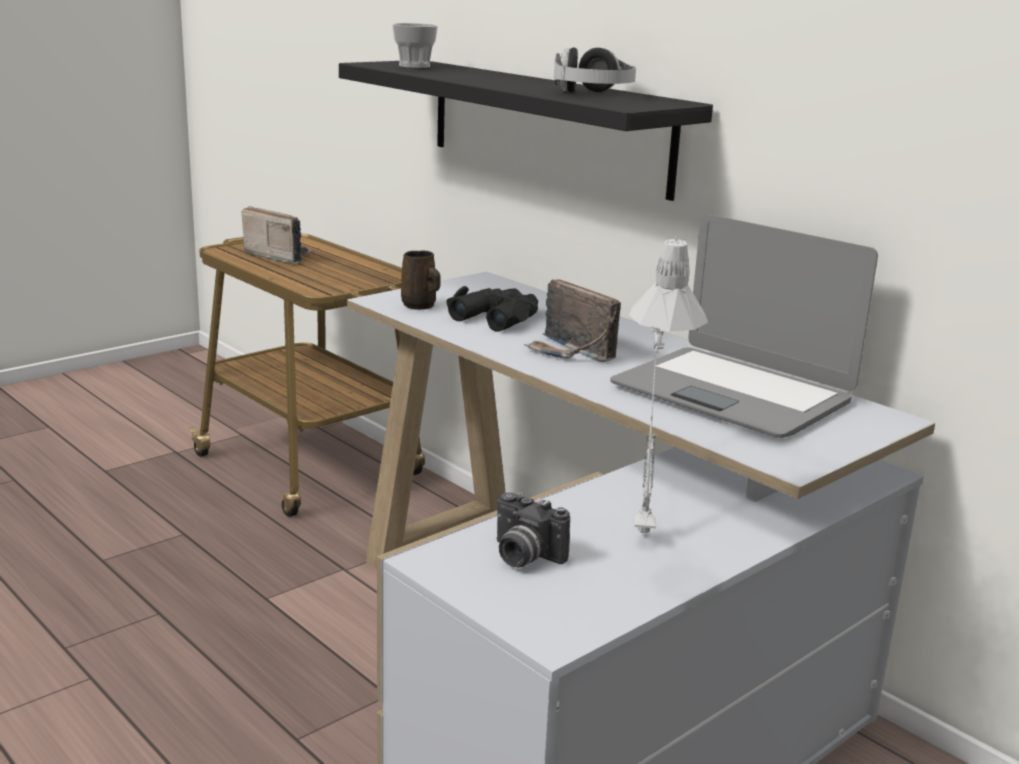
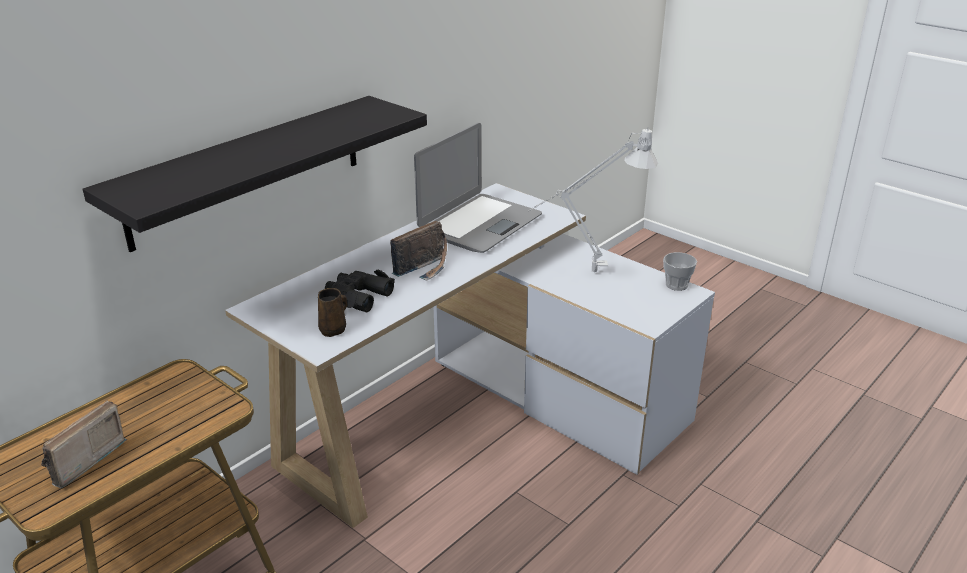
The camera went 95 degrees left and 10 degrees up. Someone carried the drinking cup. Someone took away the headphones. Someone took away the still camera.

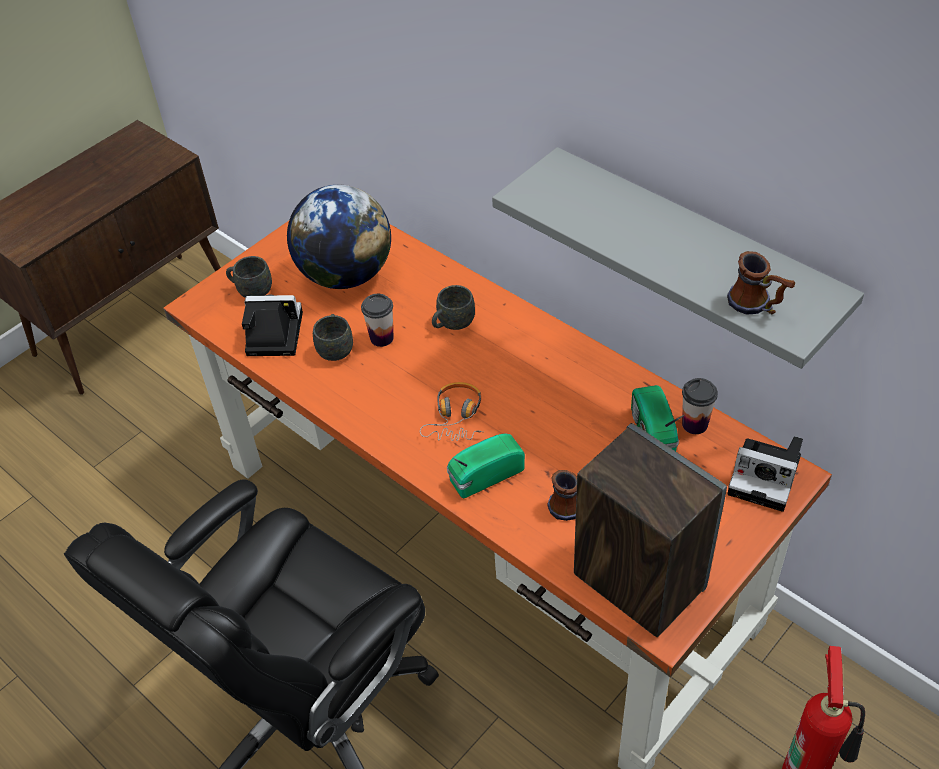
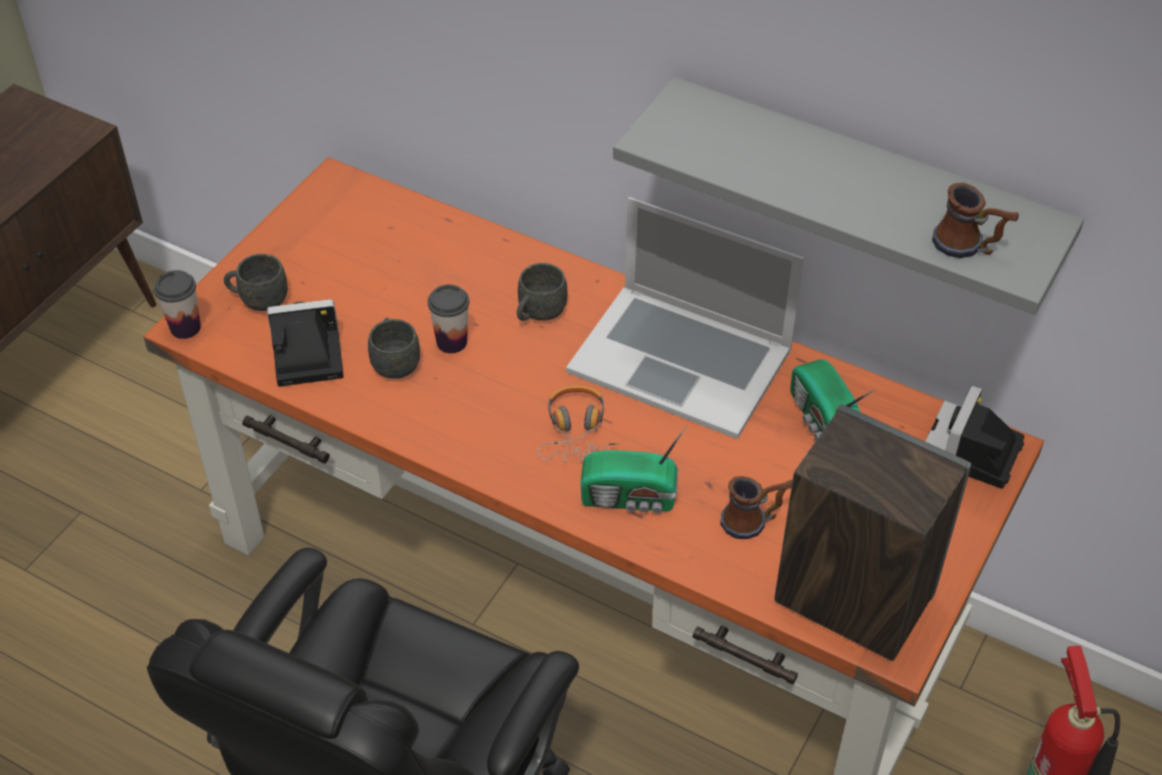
The camera went 15 degrees left and 0 degrees up. Someone took away the desk globe. Someone carried the drinking cup (2nd from left in the first image). Someone rotated the radio receiver (1st from left) by 135 degrees counterclockwise. Someone rotated the still camera (2nd from left) by 105 degrees clockwise. Someone put down the laptop.

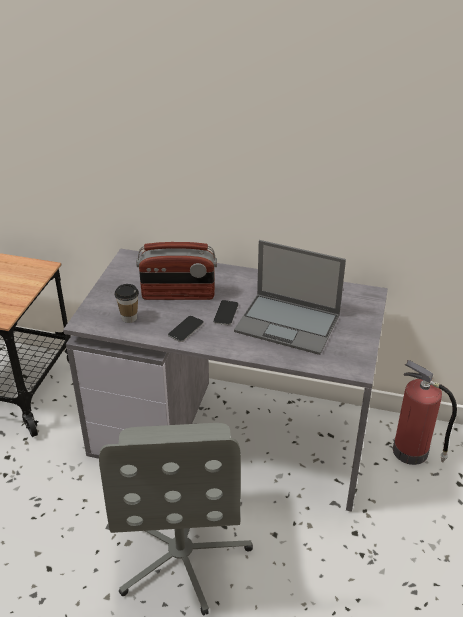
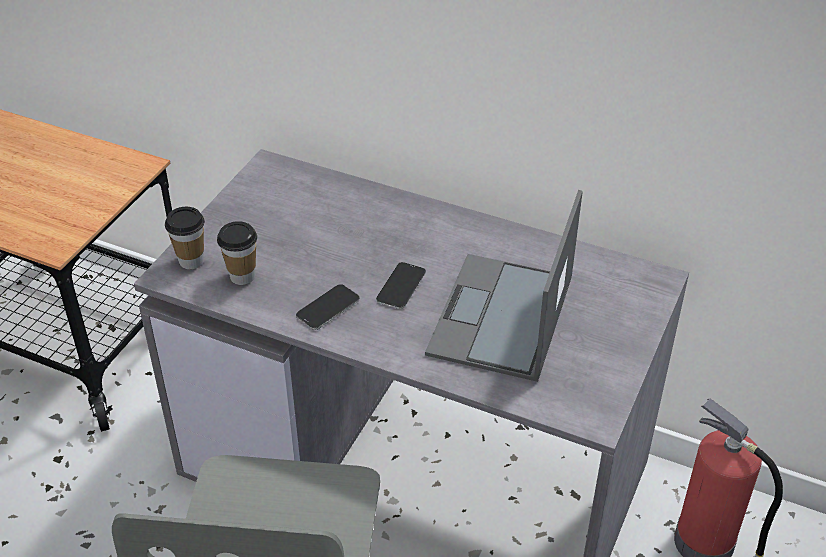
The camera went 10 degrees right and 5 degrees up. Someone rotated the laptop by 75 degrees clockwise. Someone took away the radio receiver. Someone put down the drinking cup (1st from left).

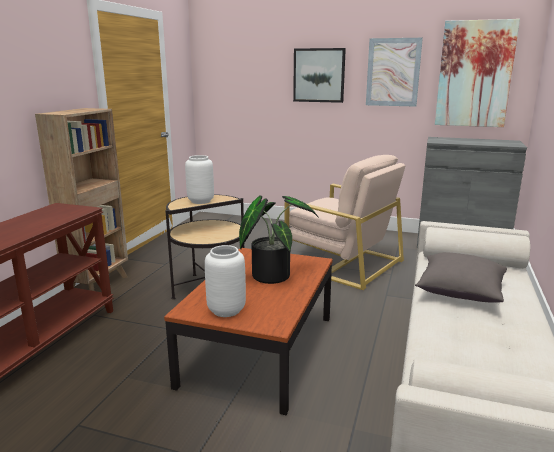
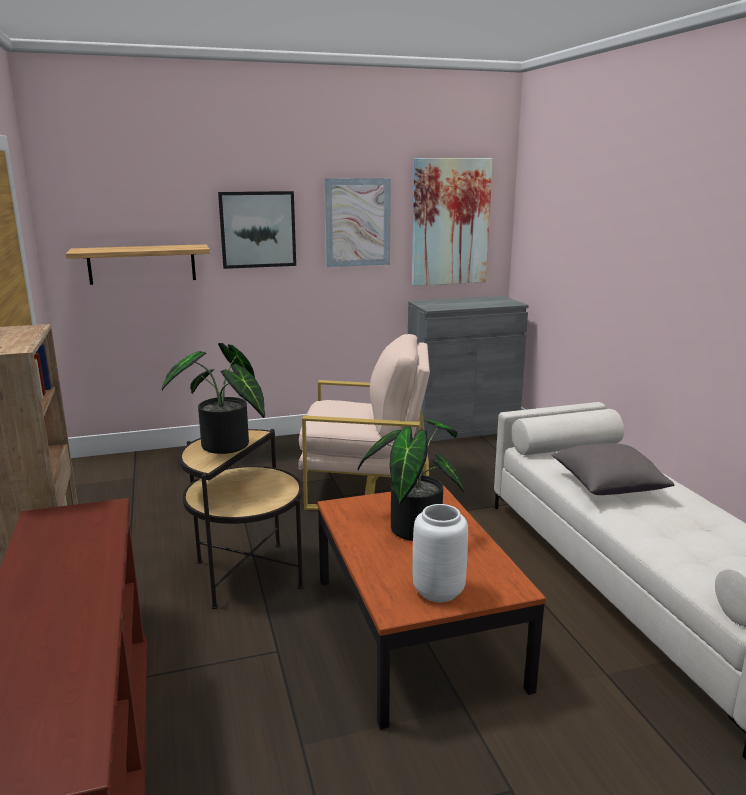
The camera went 35 degrees left and 0 degrees up. Someone swapped the decorative vase (white-coloured) (1st from left) for the potted plant (1st from left). Someone put up the shelf.

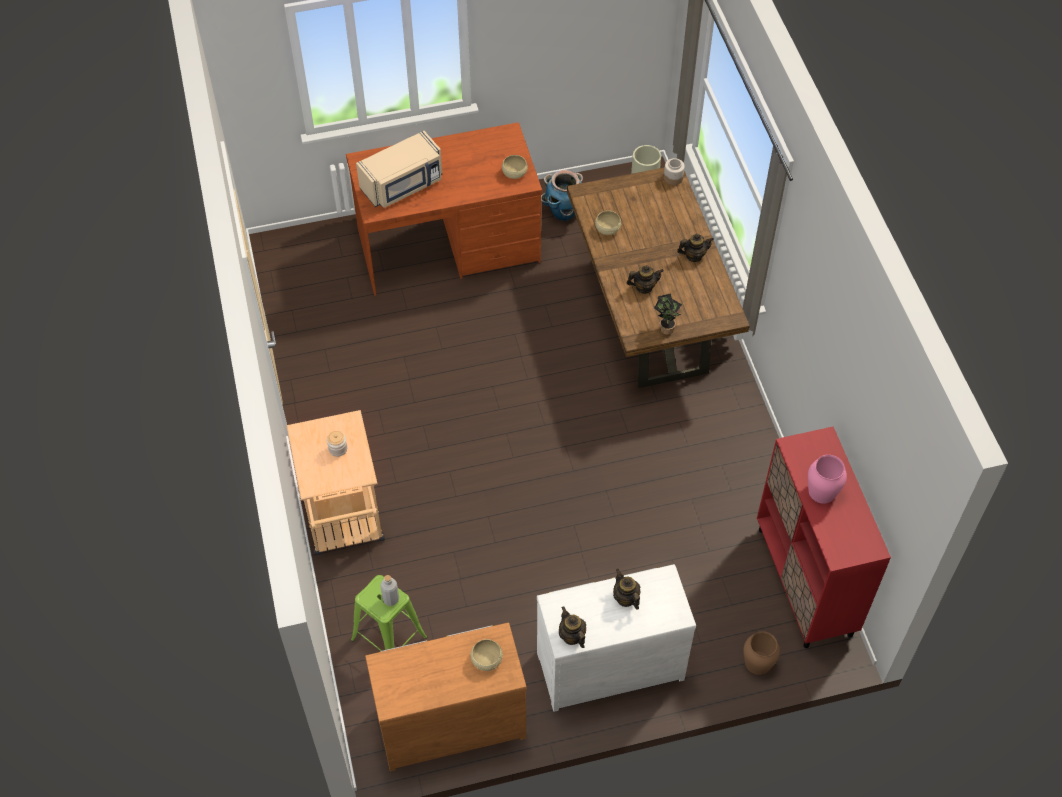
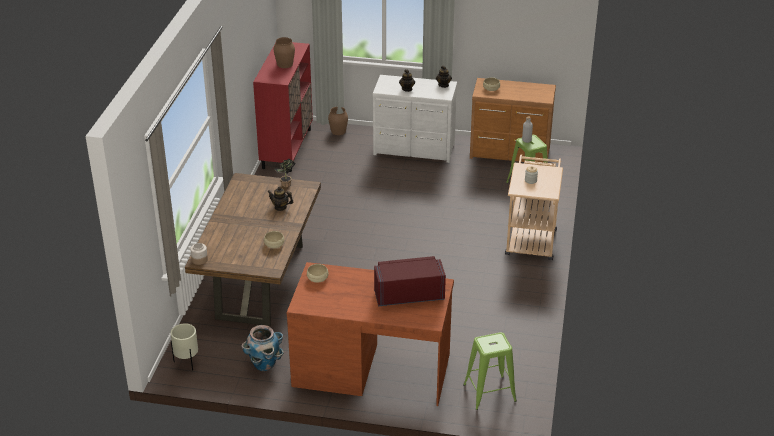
The camera went 155 degrees left and 20 degrees down. Someone repainted the microwave oven (beige), which became the microwave oven (red-coloured). Someone took away the teapot (4th from left). Someone repainted the decorative vase (pink), which became the decorative vase (brown-coloured) (1st from left). Someone put down the sitting stool (green-coloured) (1st from left).

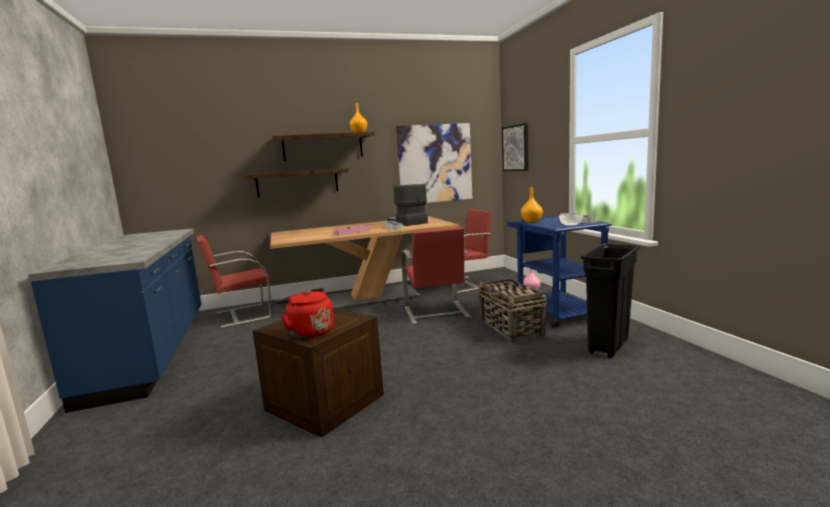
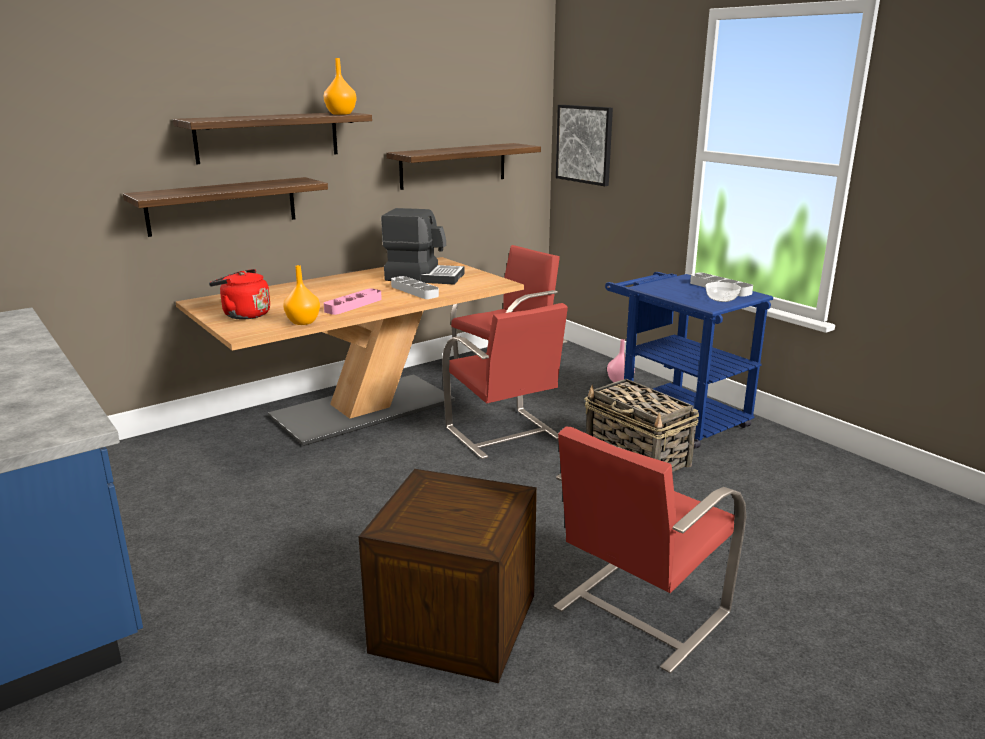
The camera went 20 degrees left and 10 degrees up. Someone swapped the picture (1st from left) for the shelf (3rd from left). Someone rotated the coffee maker by 150 degrees clockwise. Someone carried the decorative vase (orange) (2nd from left in the first image). Someone carried the upright chair (red-coloured) (1st from left in the first image). Someone took away the rubbish bin (black). Someone carried the tea kettle (red-coloured).

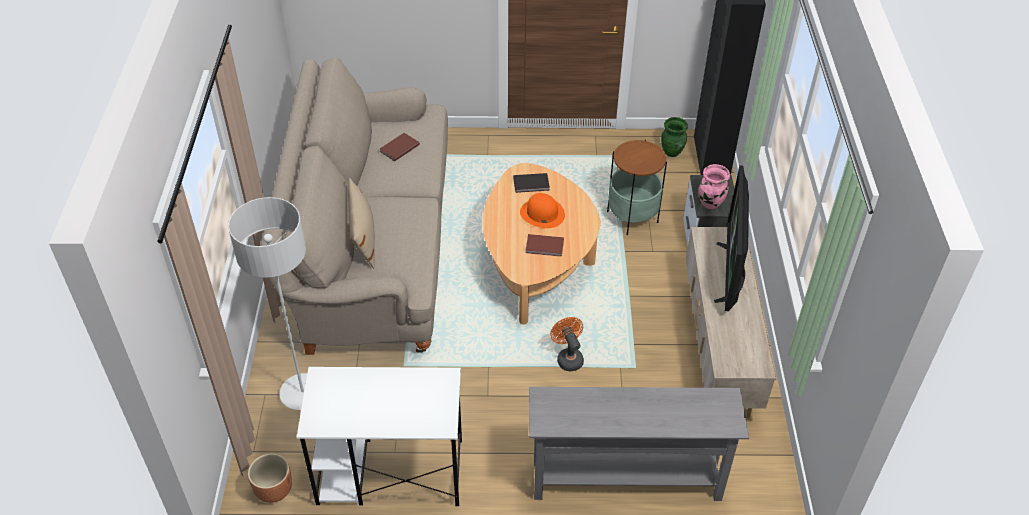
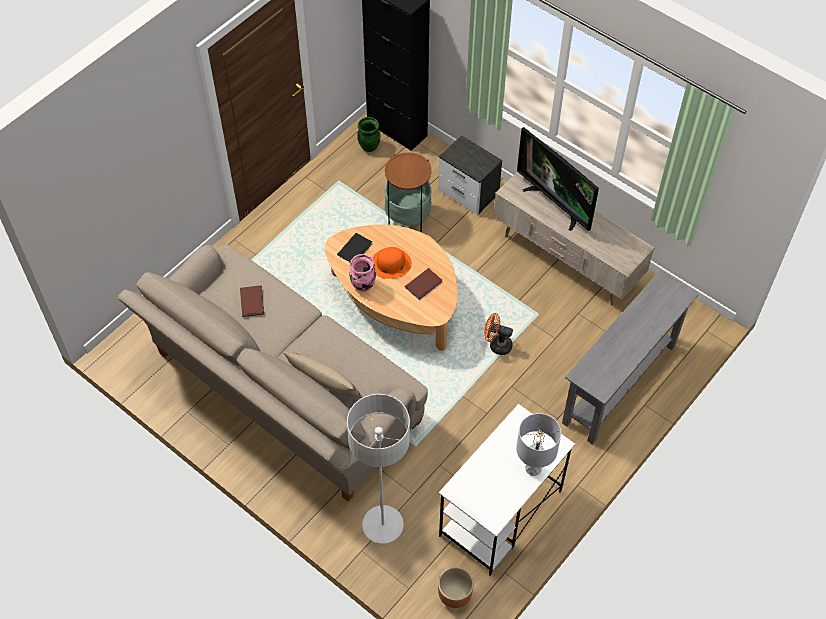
The camera went 50 degrees left and 10 degrees up. Someone carried the decorative vase (pink). Someone put down the tabletop lamp (grey).

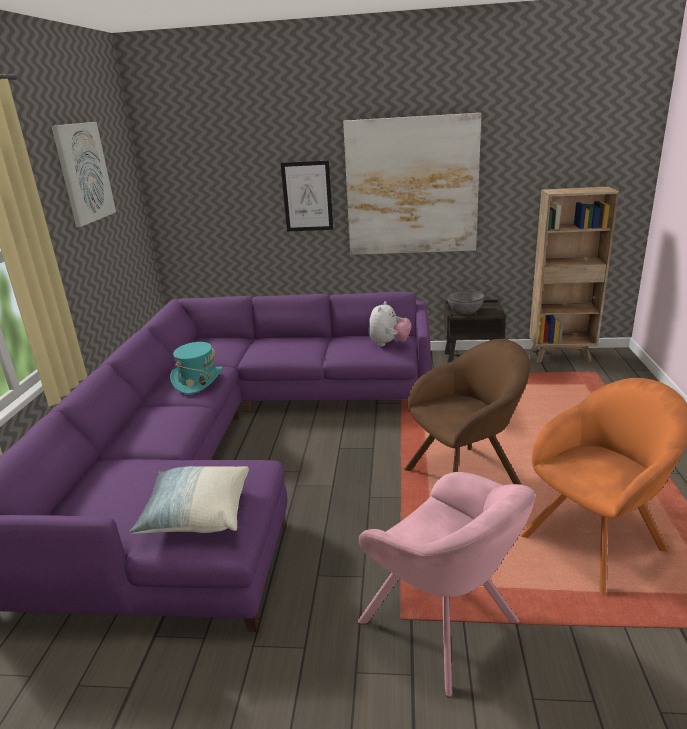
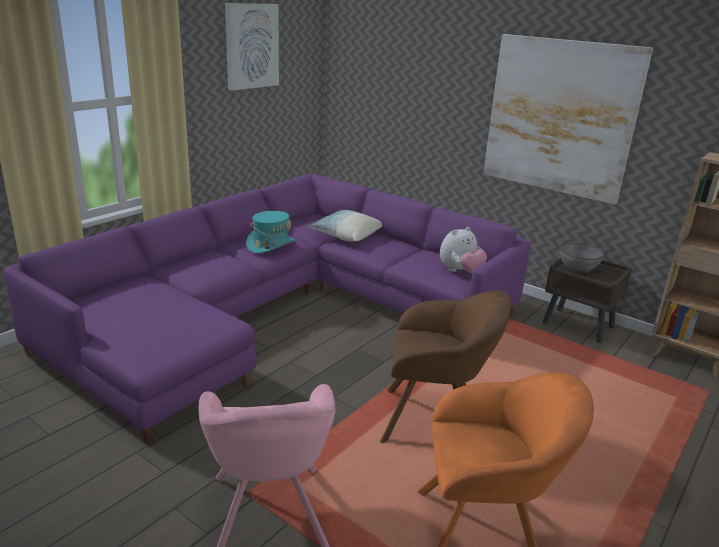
The camera went 30 degrees right and 0 degrees up. Someone took away the picture (2nd from left). Someone carried the pillow.

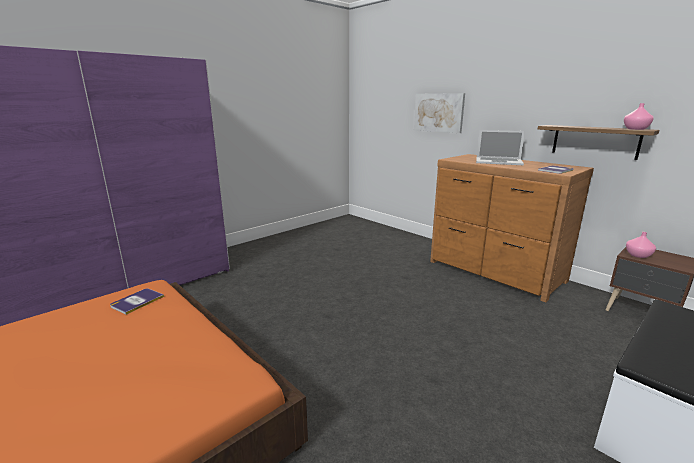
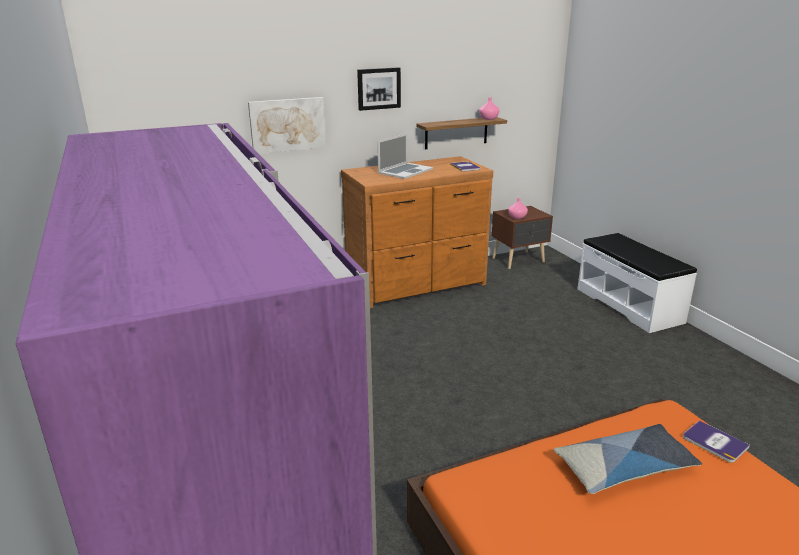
The camera went 70 degrees left and 5 degrees up. Someone carried the book (1st from left in the first image). Someone put up the picture (2nd from left). Someone put down the pillow.

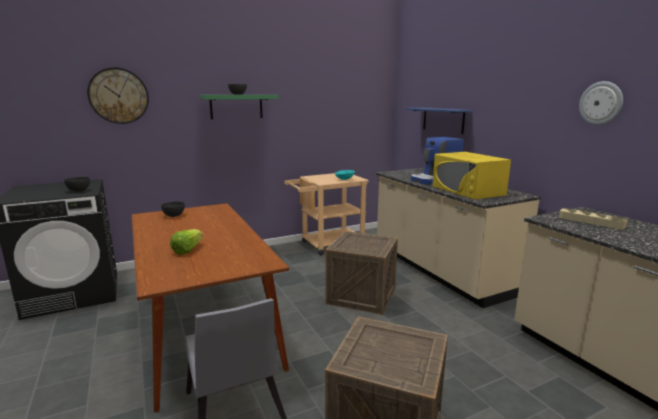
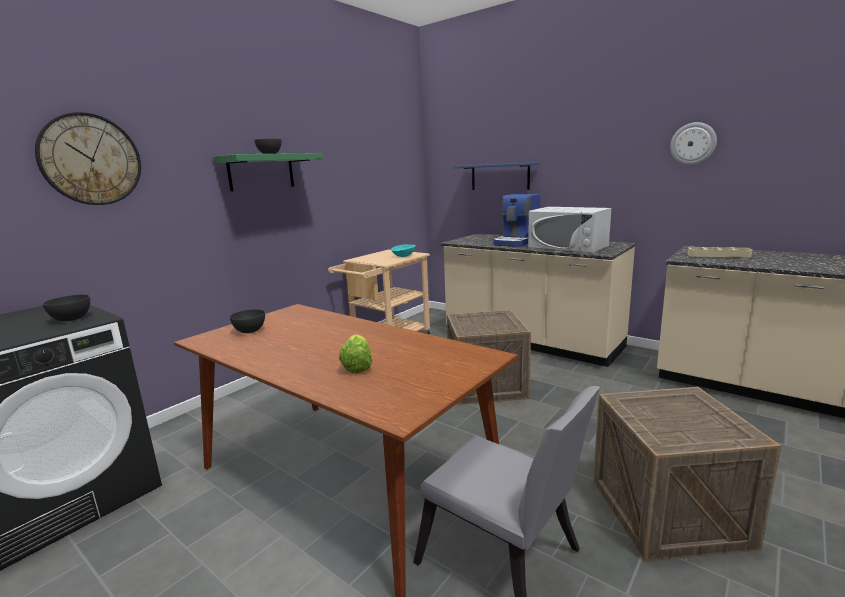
The camera went 25 degrees left and 0 degrees up. Someone repainted the microwave oven (yellow), which became the microwave oven (white-coloured).

